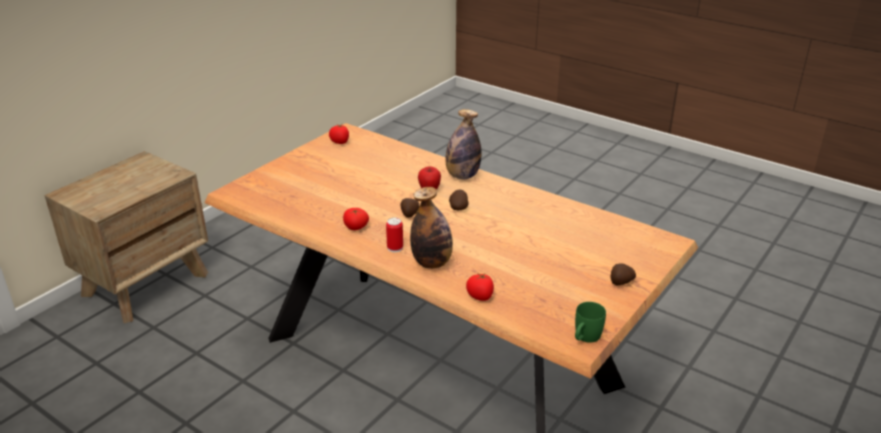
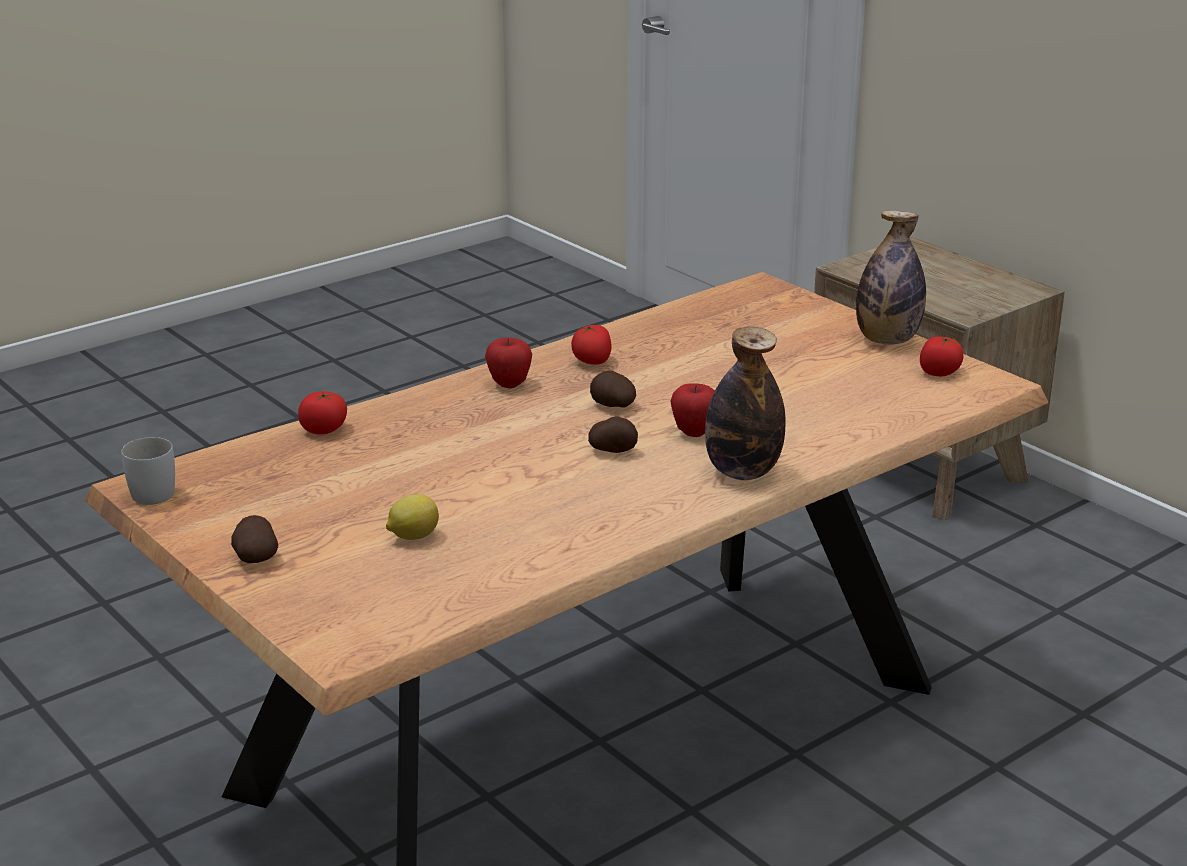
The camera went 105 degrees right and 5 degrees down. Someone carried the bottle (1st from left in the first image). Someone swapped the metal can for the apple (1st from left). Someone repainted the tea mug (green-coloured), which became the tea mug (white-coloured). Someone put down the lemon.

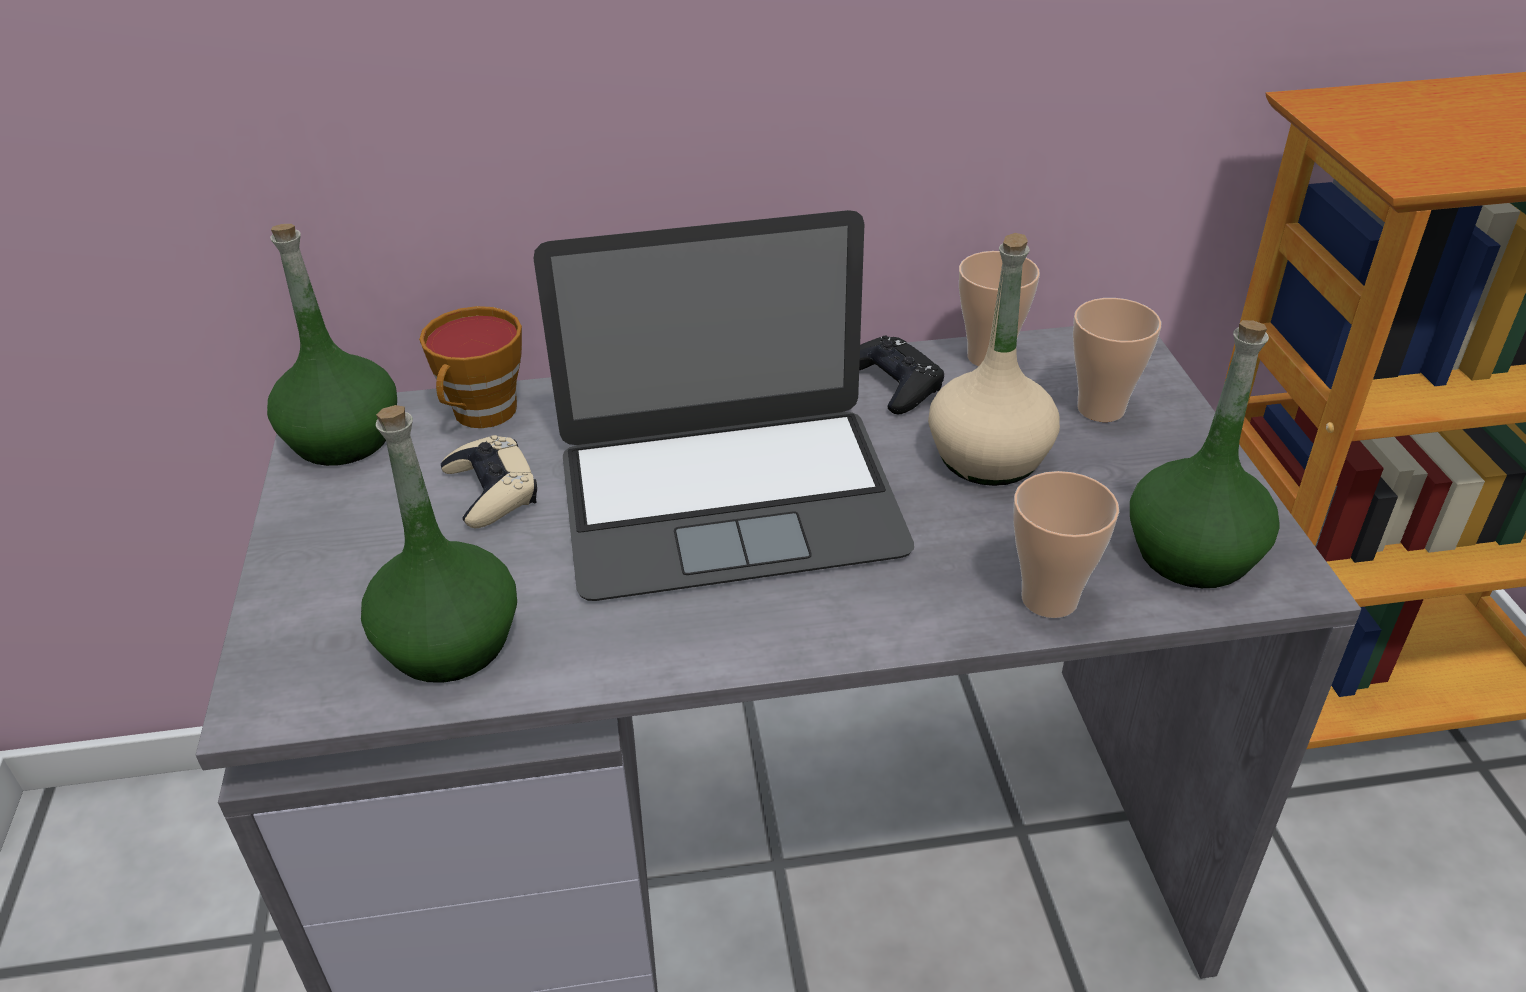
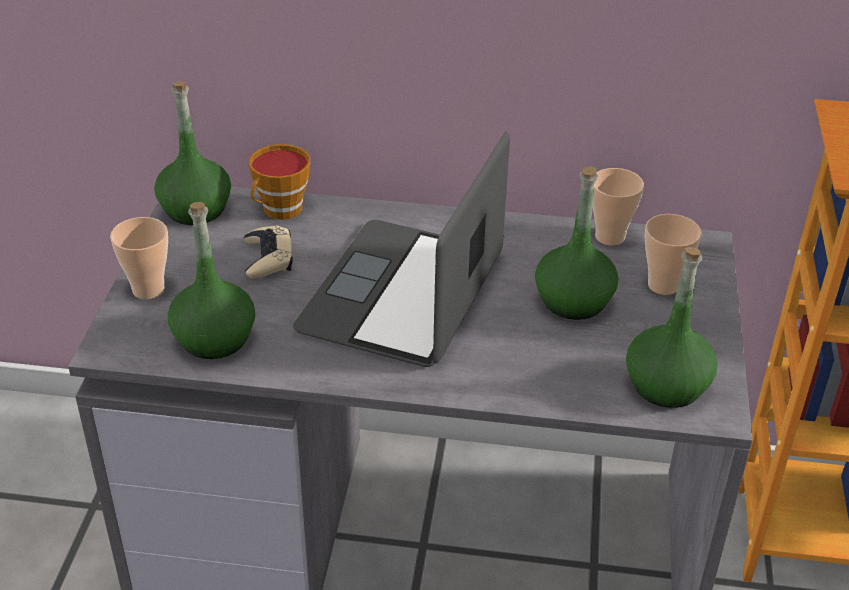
The camera went 15 degrees right and 0 degrees up. Someone rotated the laptop by 105 degrees clockwise. Someone repainted the bottle (beige), which became the bottle (green-coloured) (3rd from left). Someone took away the gamepad (black). Someone carried the drinking cup (3rd from left in the first image).

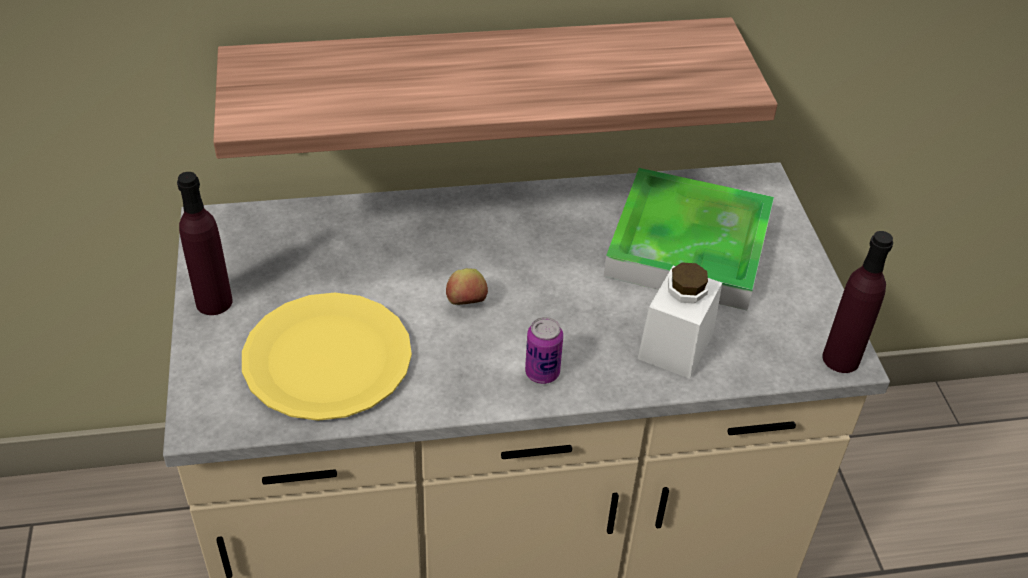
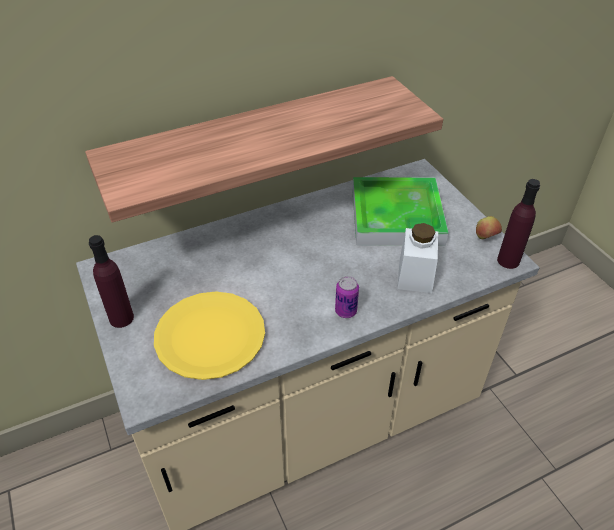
The camera went 15 degrees left and 0 degrees up. Someone carried the apple.

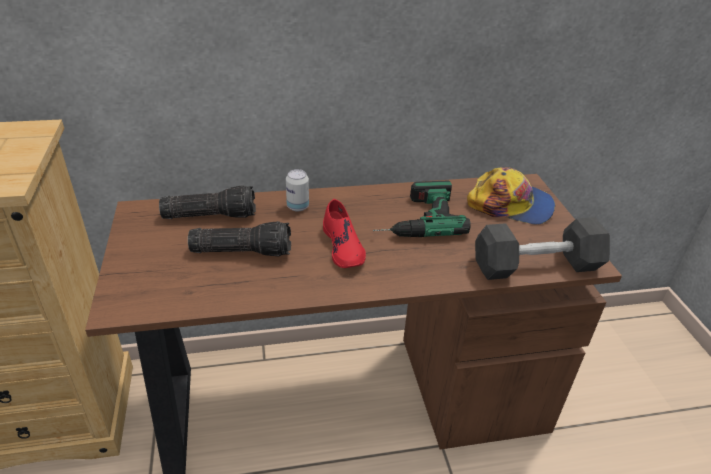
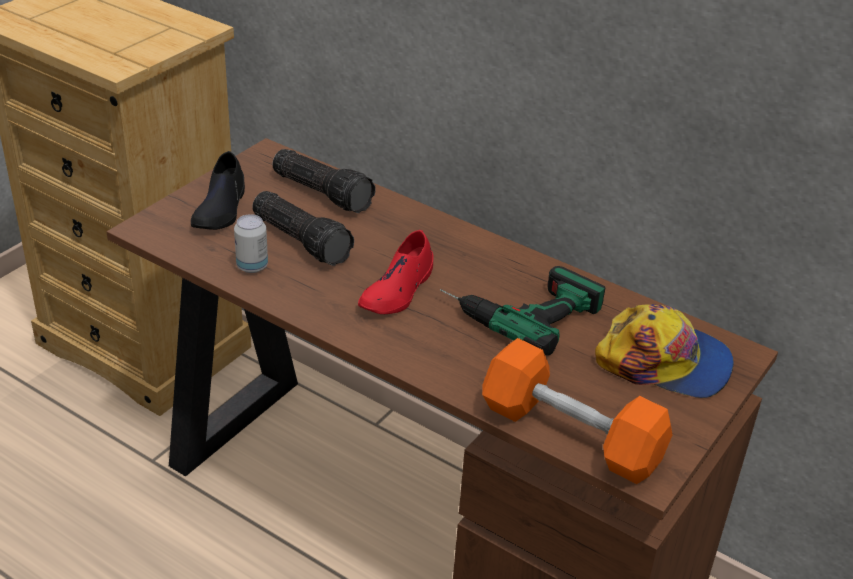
The camera went 45 degrees right and 0 degrees up. Someone rotated the cap by 45 degrees counterclockwise. Someone carried the metal can. Someone repainted the dumbbell (black), which became the dumbbell (orange). Someone put down the low shoe (black).

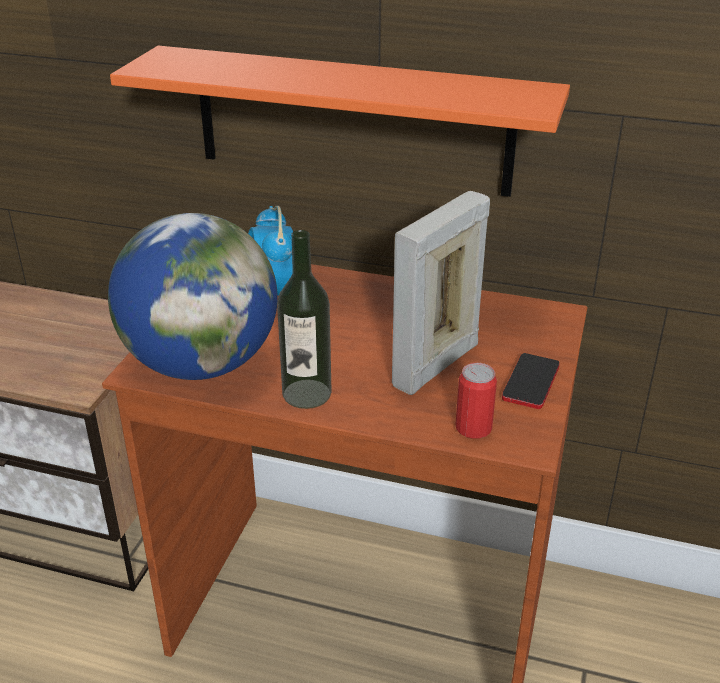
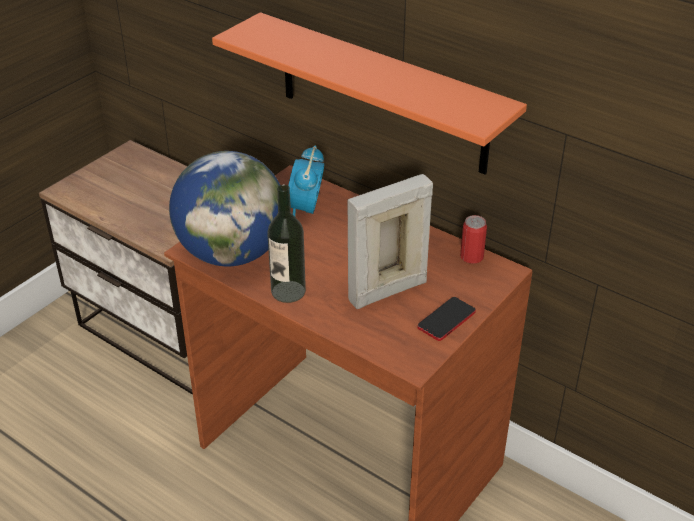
The camera went 20 degrees right and 5 degrees up. Someone carried the metal can.

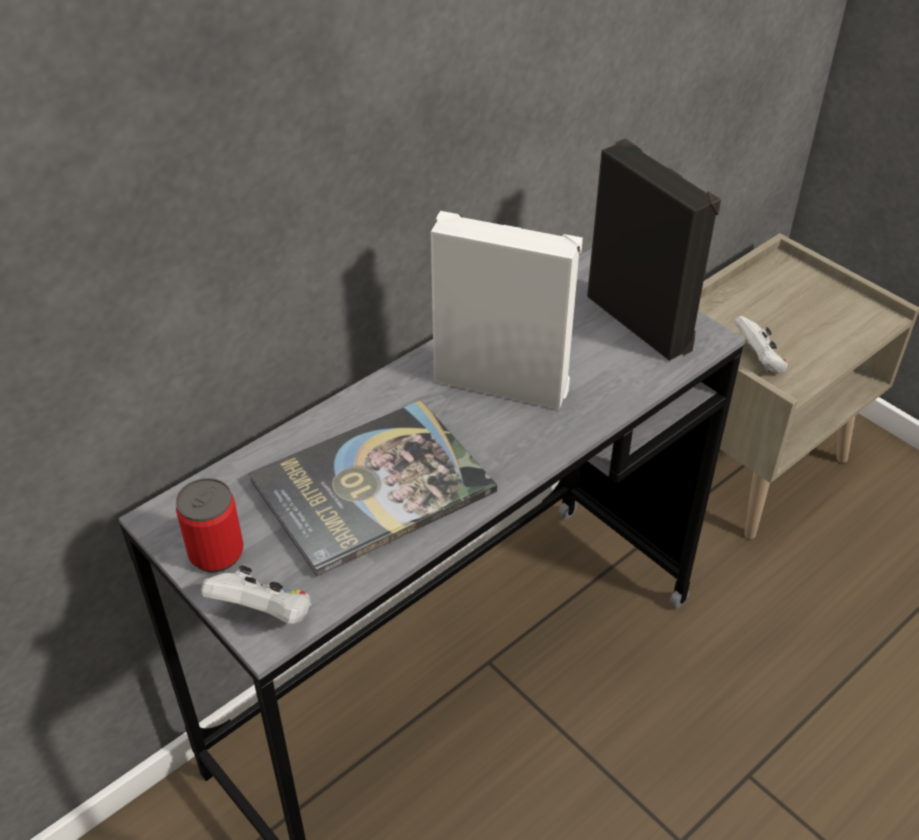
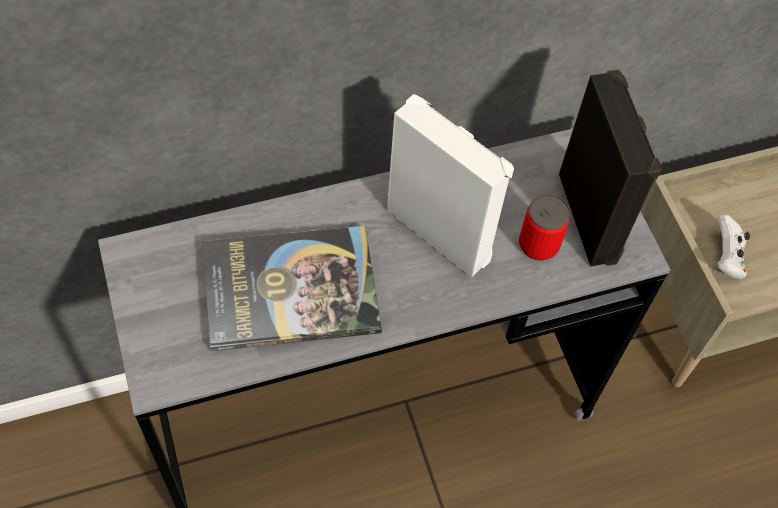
The camera went 20 degrees right and 15 degrees up. Someone carried the metal can. Someone took away the gamepad (white-coloured) (1st from left).

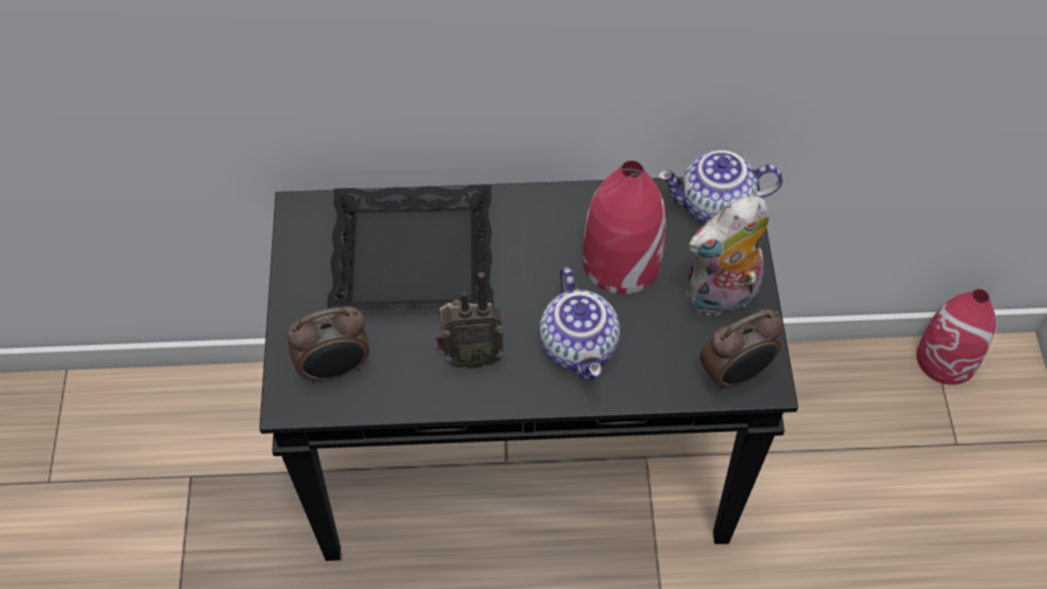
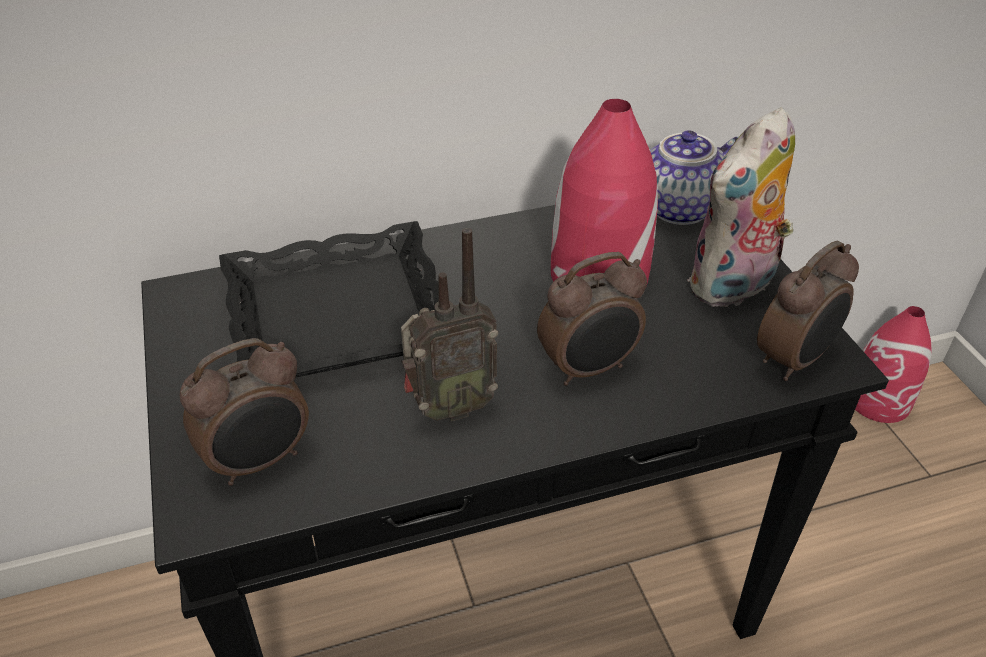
The camera went 15 degrees left and 15 degrees down. Someone swapped the teapot (1st from left) for the bedside clock (2nd from left).

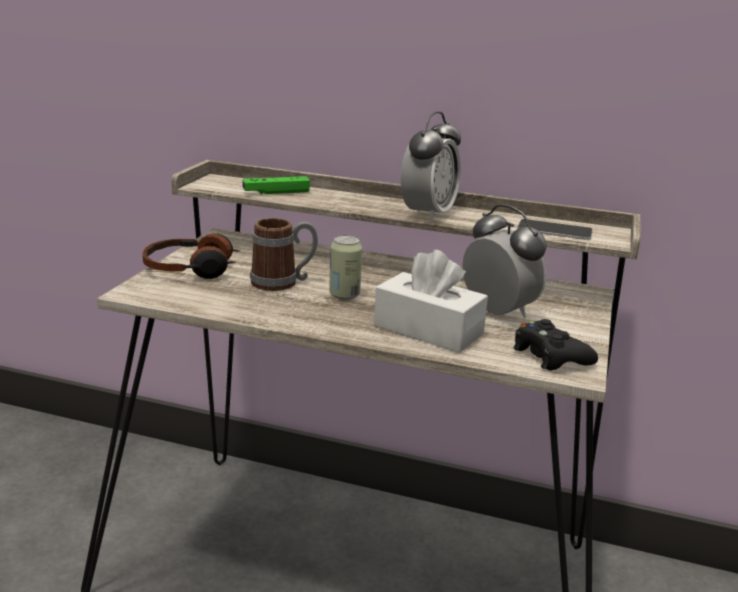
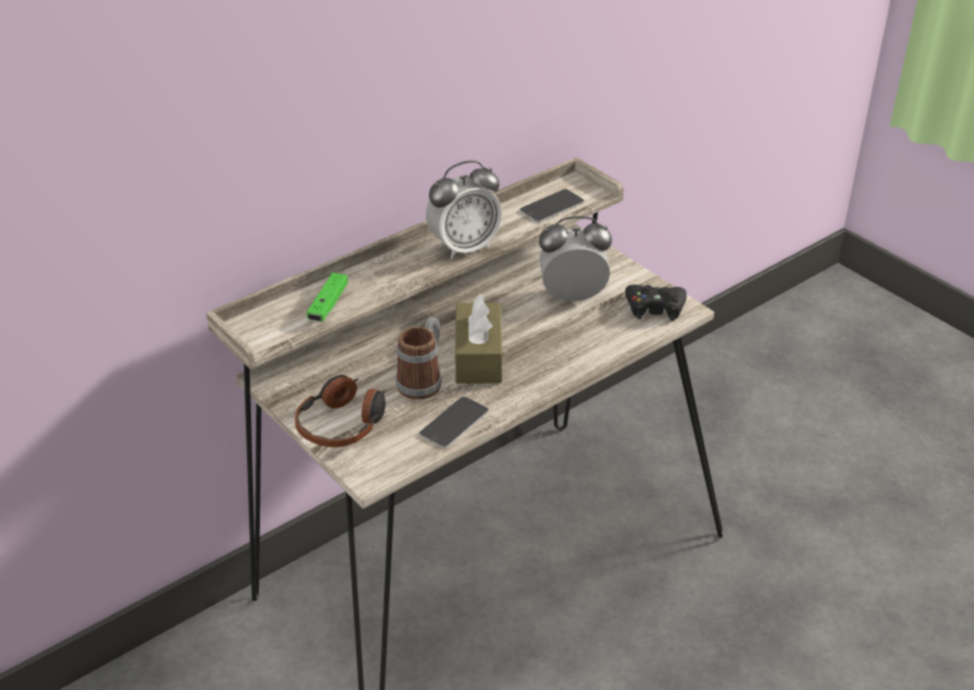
The camera went 55 degrees left and 15 degrees up. Someone rotated the bedside clock (1st from left) by 90 degrees clockwise. Someone swapped the metal can for the box of tissues (brown-coloured). Someone took away the box of tissues (white-coloured). Someone put down the telephone (1st from left).

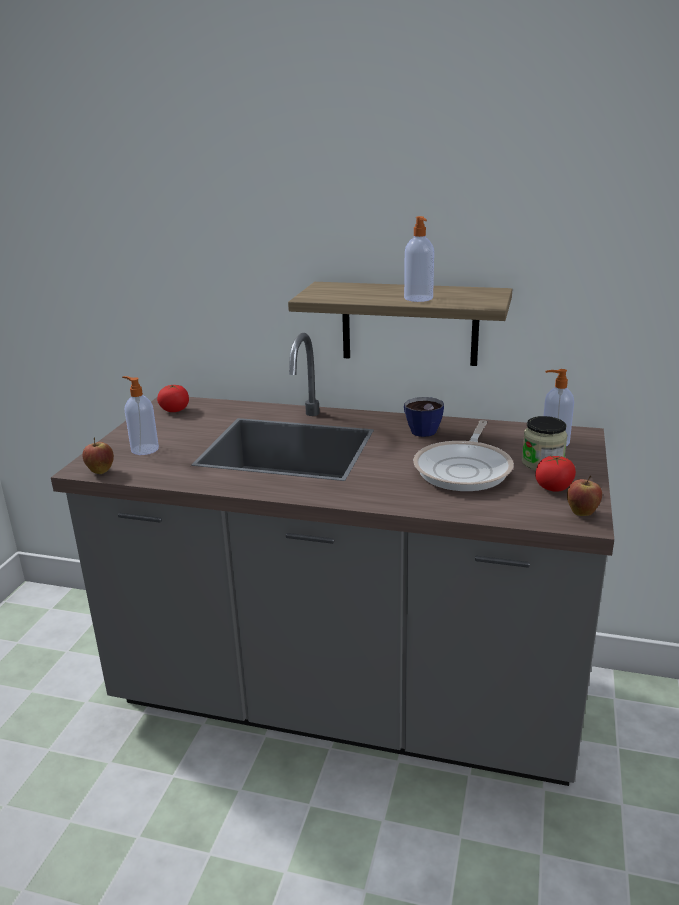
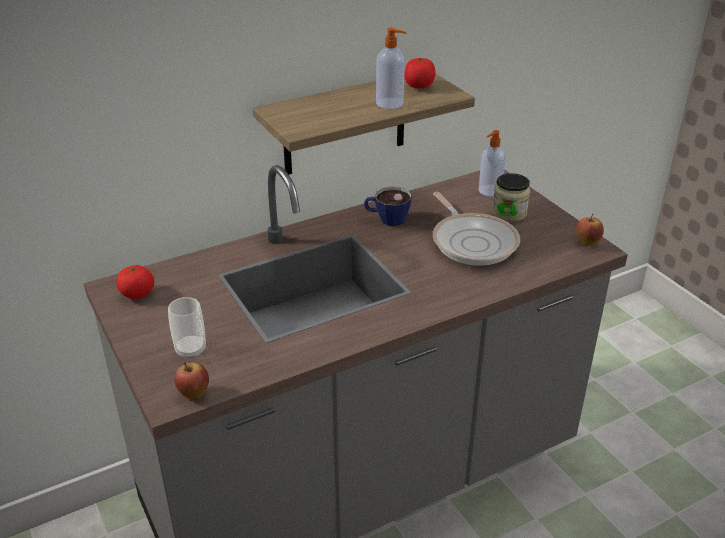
The camera went 45 degrees left and 10 degrees up. Someone swapped the soap bottle (1st from left) for the drinking cup (1st from left). Someone carried the tomato (2nd from left).

